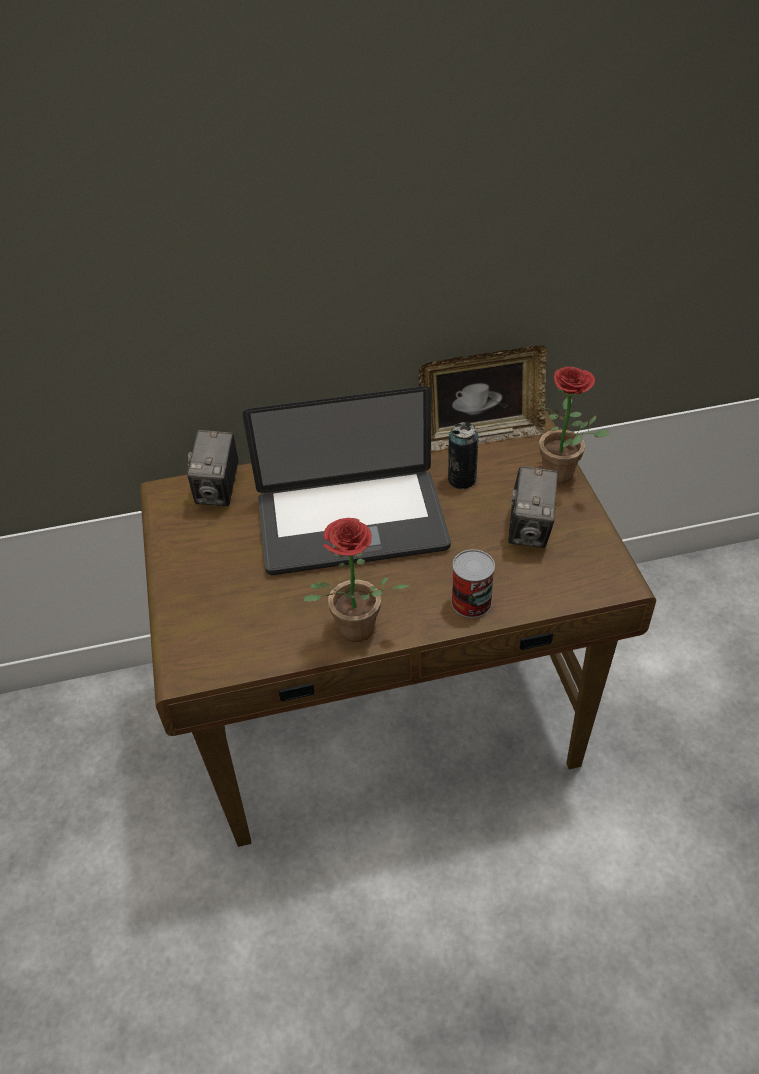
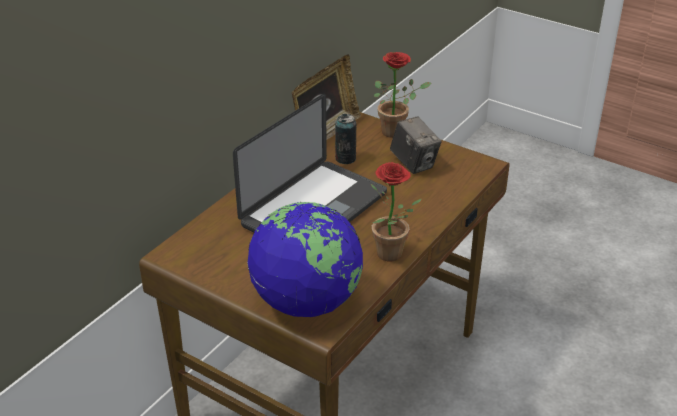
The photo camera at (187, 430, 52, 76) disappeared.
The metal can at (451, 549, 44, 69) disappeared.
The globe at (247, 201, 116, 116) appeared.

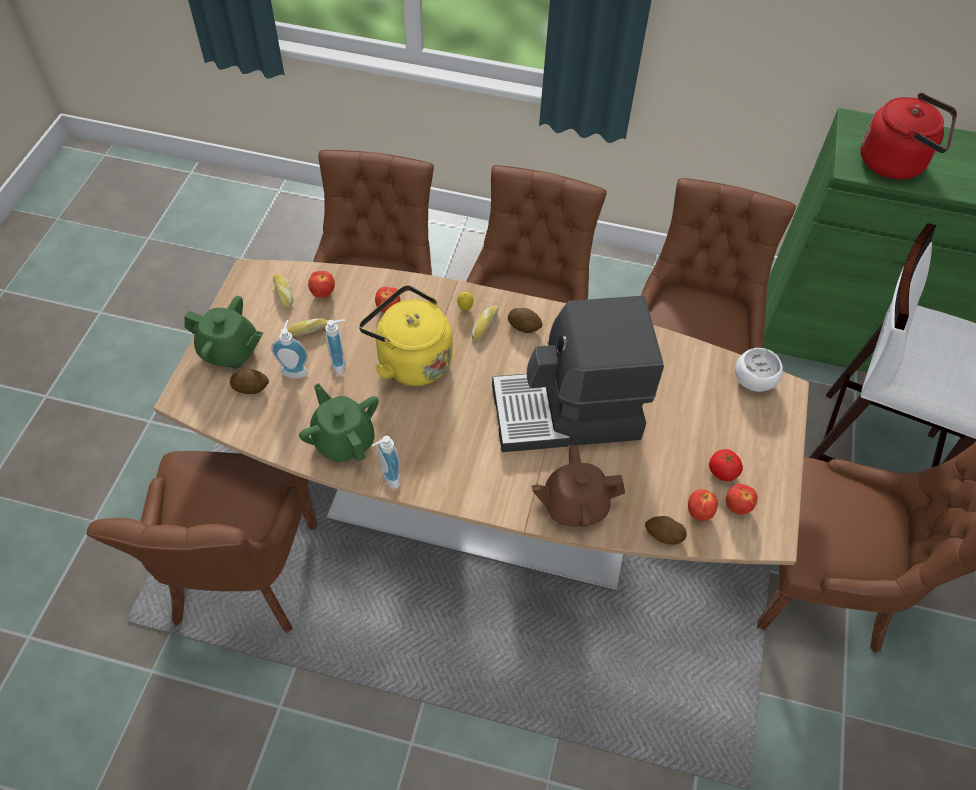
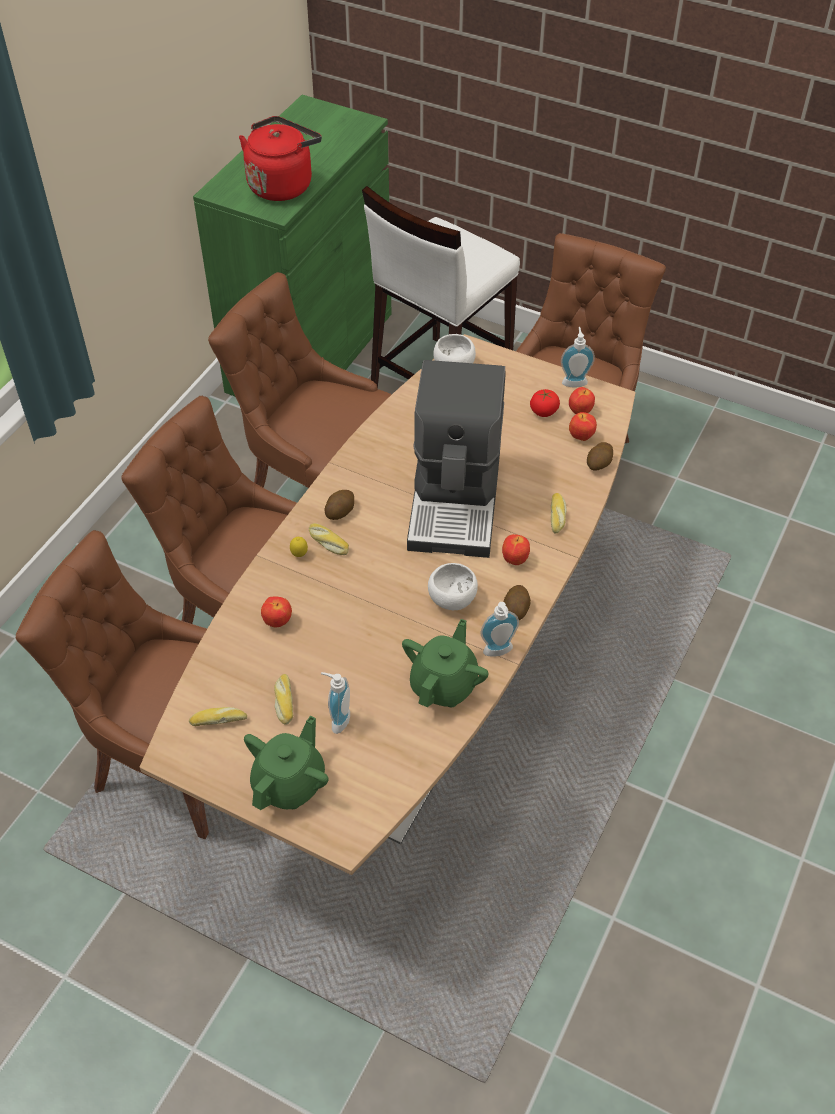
The brownish plain chair at (86, 451, 232, 182) disappeared.
The yellowish water kettle at (359, 285, 94, 101) disappeared.
The white-coloured serving bowl at (428, 563, 50, 47) appeared.
The potato moved from (230, 369, 39, 25) to (503, 585, 28, 35).
The whole apple moved from (308, 271, 27, 27) to (502, 534, 28, 31).
The liquid soap bottle moved from (325, 319, 21, 56) to (561, 327, 34, 61).
The brownish tea pot at (531, 445, 94, 82) was replaced by the baked bread at (551, 493, 16, 41).
The greenish tea pot at (299, 383, 79, 79) turned 135 degrees clockwise.

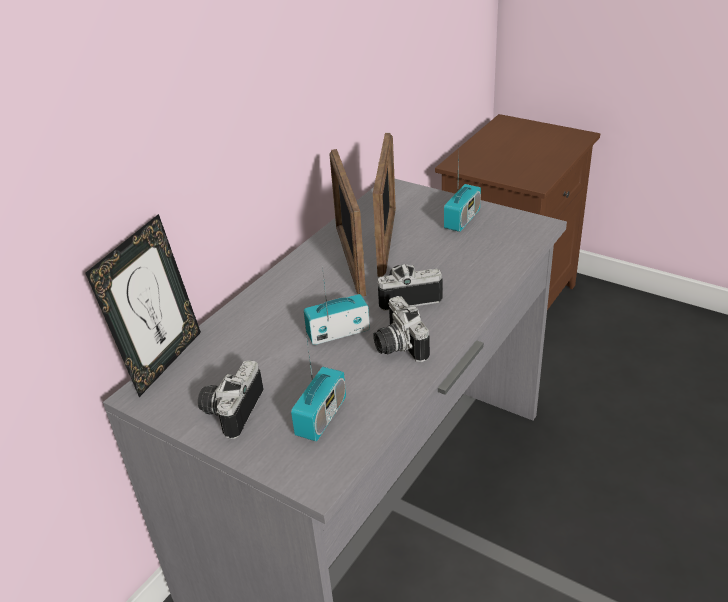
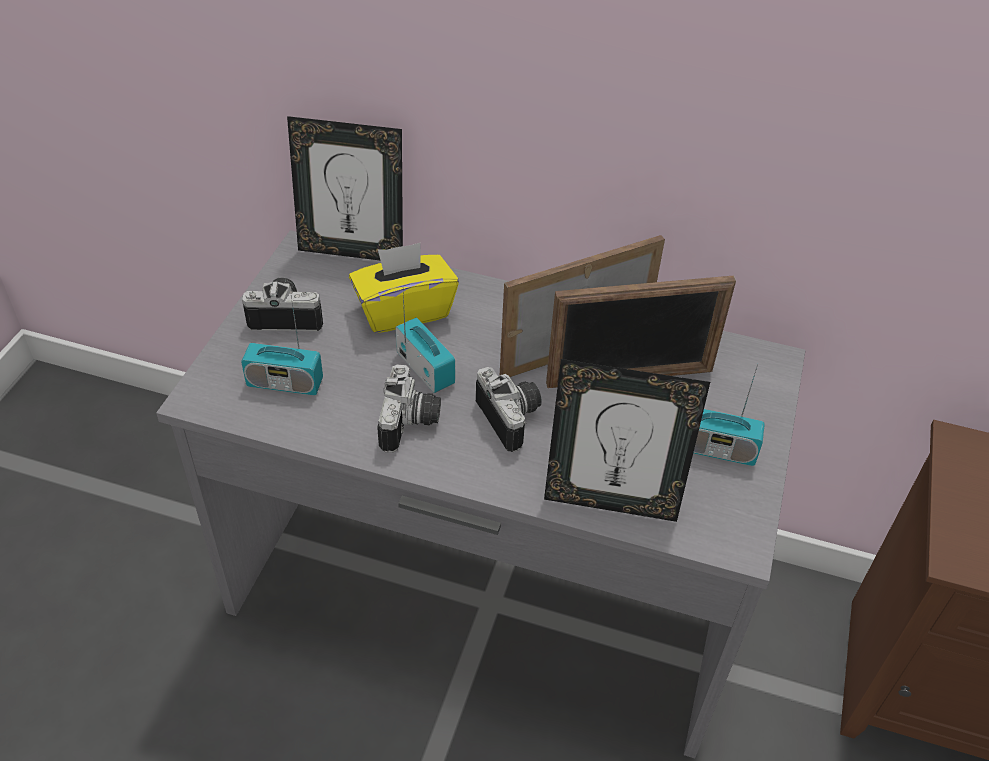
The yellowish tissue box at (349, 243, 110, 90) appeared.
The standing frame at (544, 359, 166, 163) appeared.
The photo camera at (373, 296, 57, 66) turned 135 degrees clockwise.

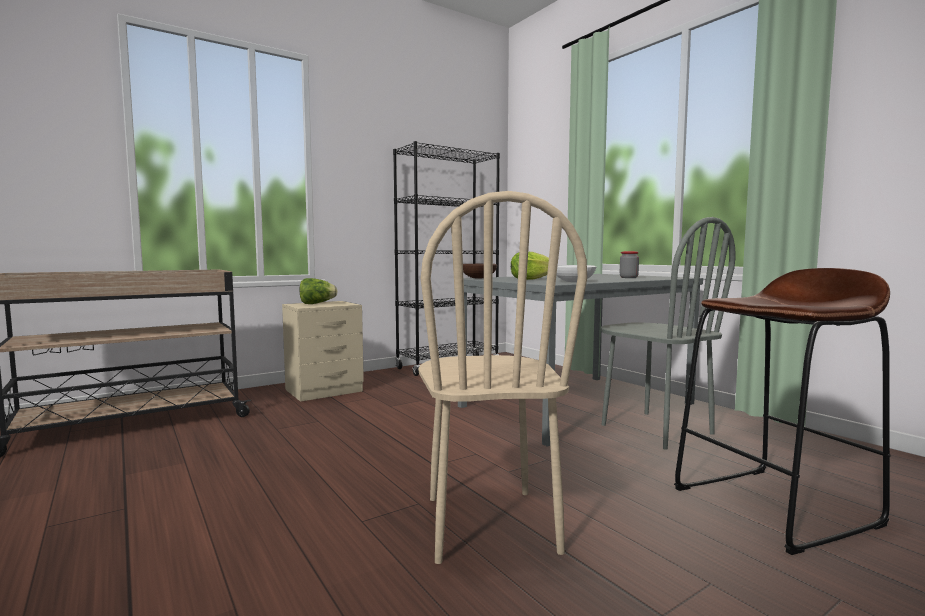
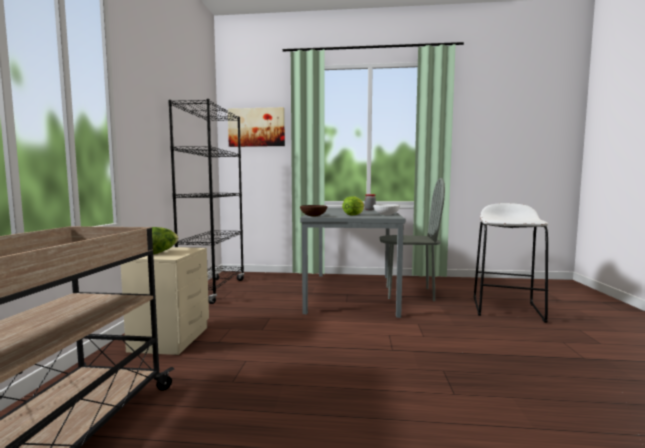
The sand-coloured plain chair at (418, 191, 169, 373) disappeared.
The wall art at (228, 107, 57, 40) appeared.
The brownish sitting stool at (674, 268, 217, 287) became the white-coloured sitting stool at (474, 203, 74, 120).

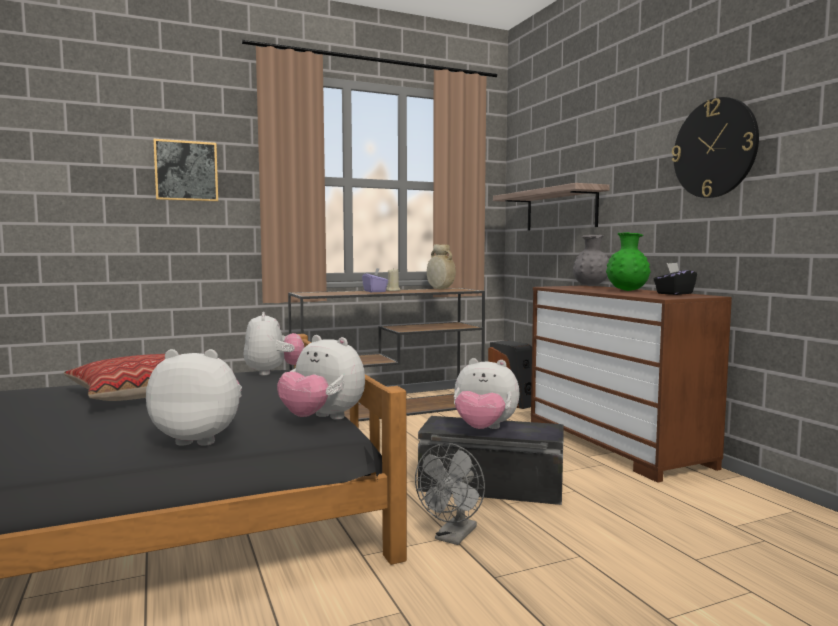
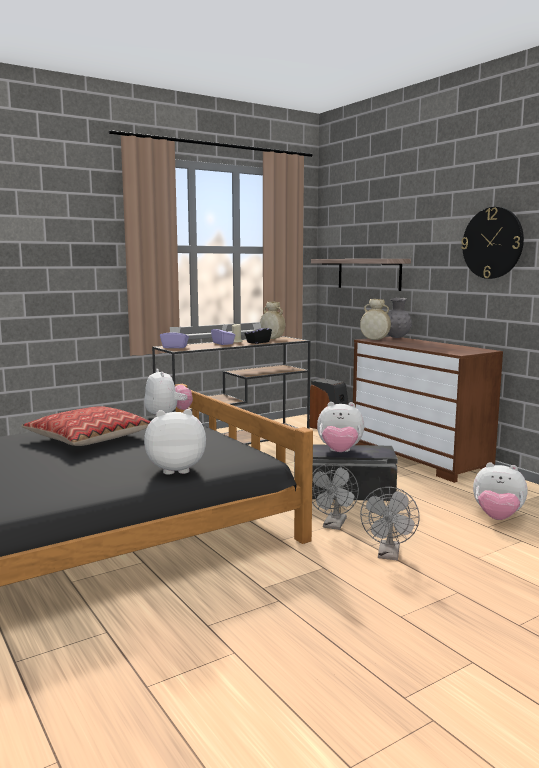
The wall art at (153, 139, 65, 63) disappeared.
The greenish vase at (606, 232, 45, 59) disappeared.
The purple tissue box at (160, 327, 29, 21) appeared.
The sand-coloured vase at (360, 299, 31, 41) appeared.
The grey fan at (360, 487, 60, 73) appeared.
The soft toy moved from (277, 335, 88, 85) to (473, 462, 55, 58).
The black-coloured tissue box moved from (654, 263, 43, 32) to (245, 323, 27, 21).

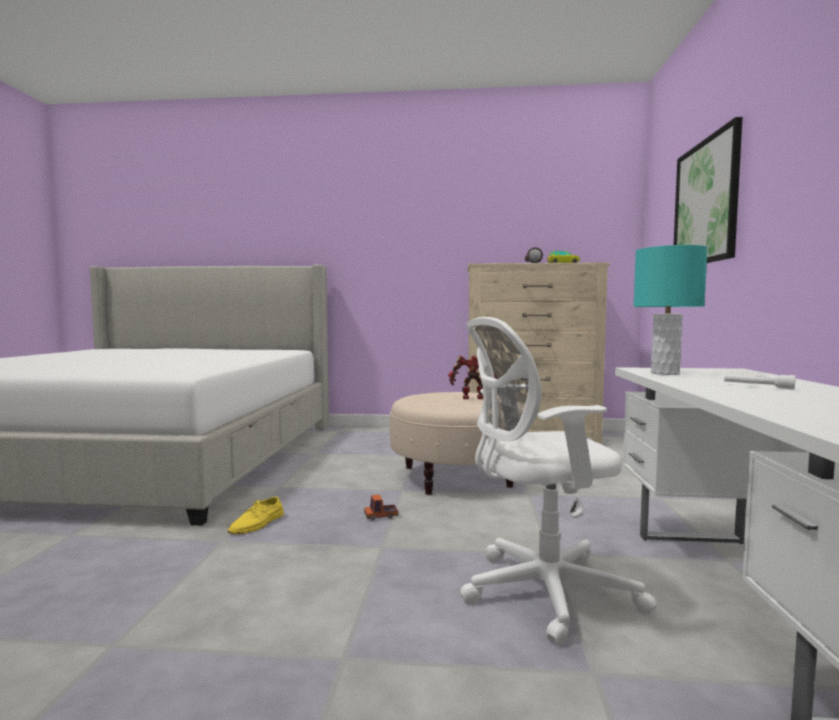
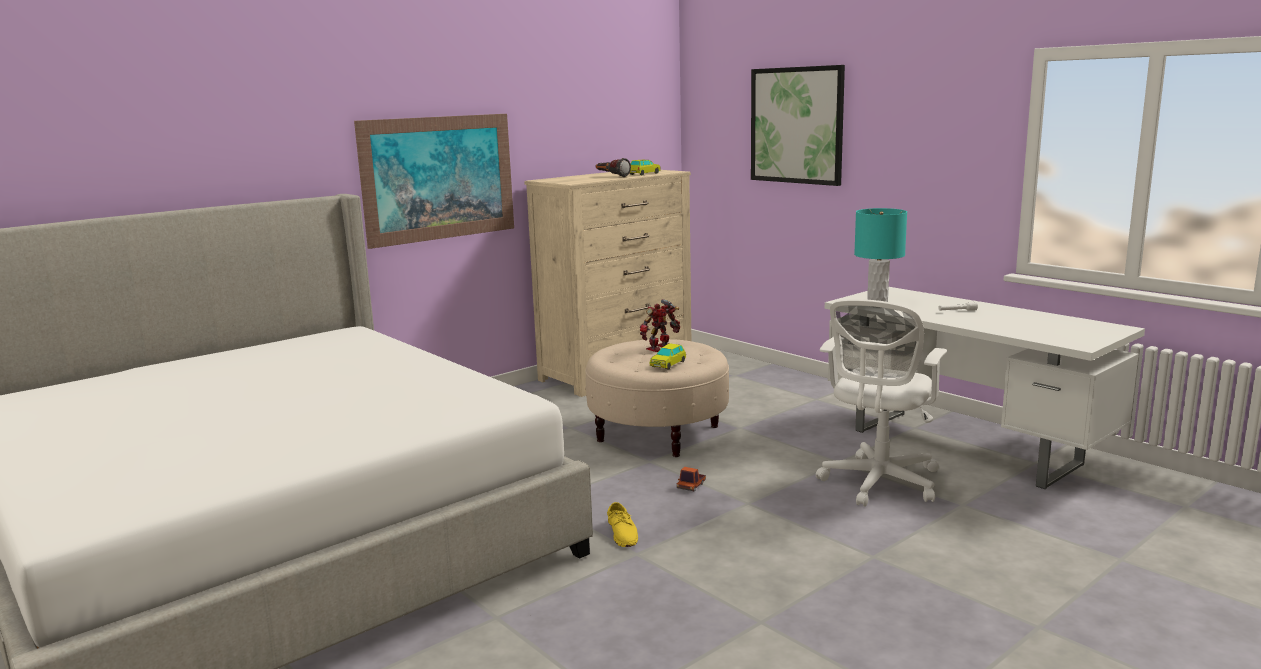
The wall art at (354, 114, 160, 135) appeared.
The model car at (650, 343, 36, 27) appeared.

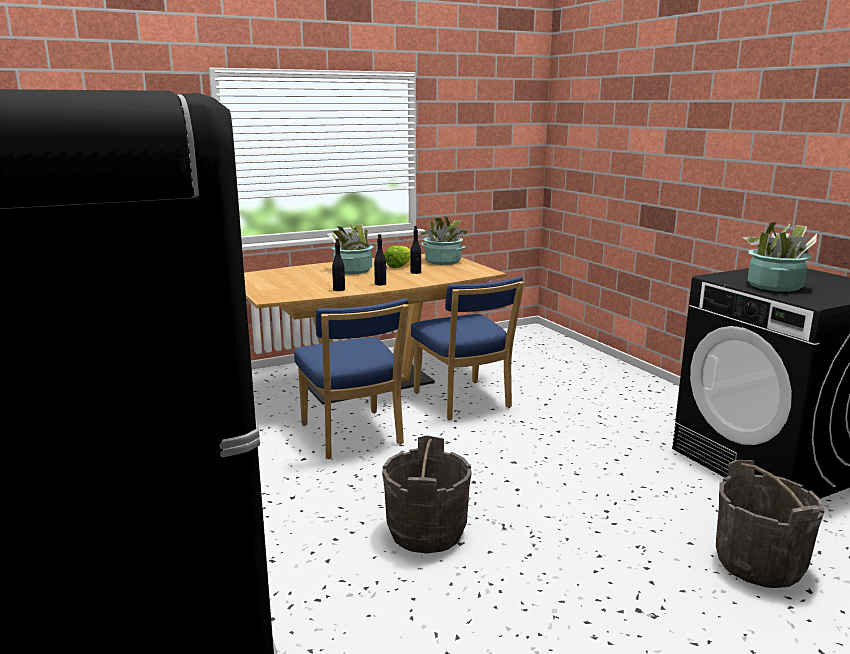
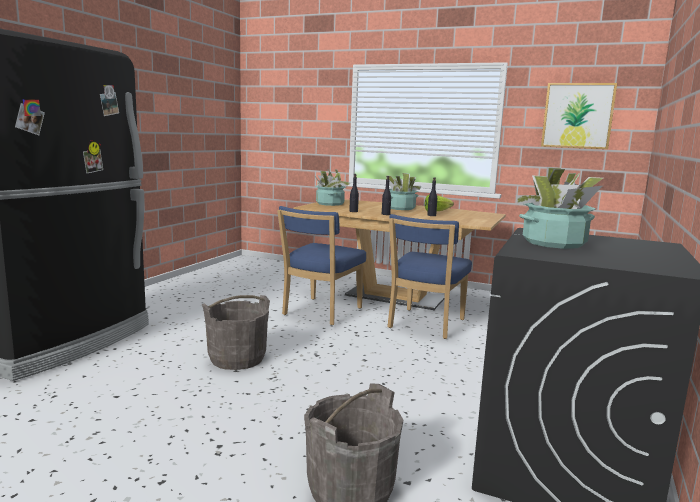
The wall art at (541, 83, 76, 66) appeared.
The potted plant moved from (419, 216, 51, 49) to (315, 169, 37, 37).

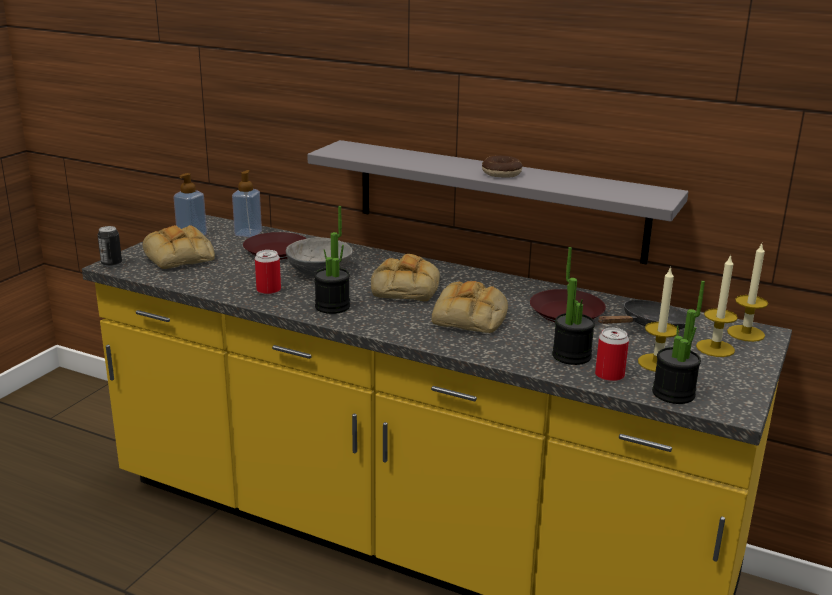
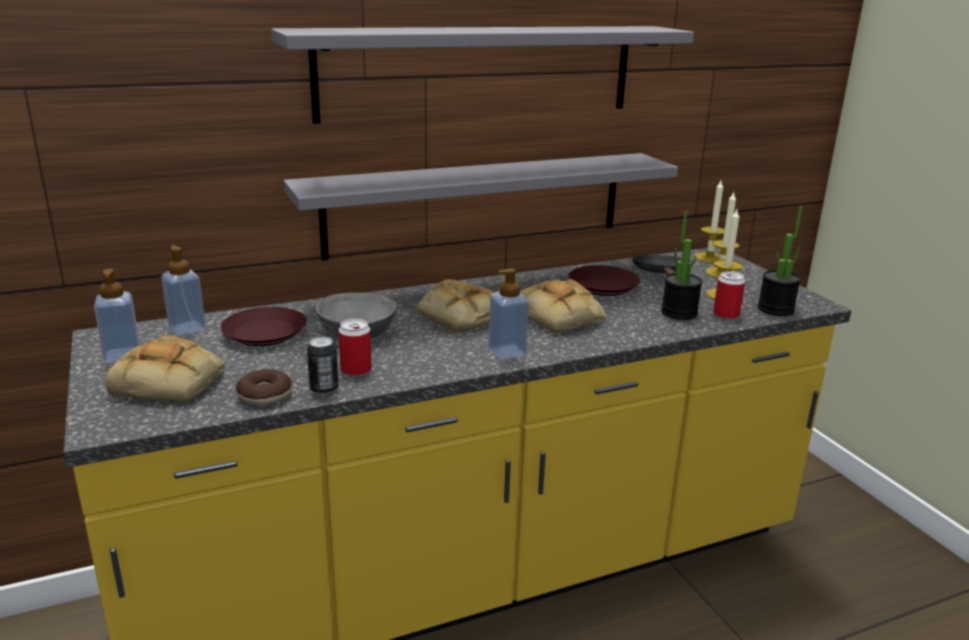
The potted plant at (314, 206, 36, 108) disappeared.
The grey shelf at (271, 26, 423, 98) appeared.
The liquid soap bottle at (489, 268, 40, 92) appeared.
The metal can moved from (97, 226, 25, 41) to (307, 337, 31, 58).
The ring doughnut moved from (482, 156, 40, 22) to (236, 369, 56, 37).

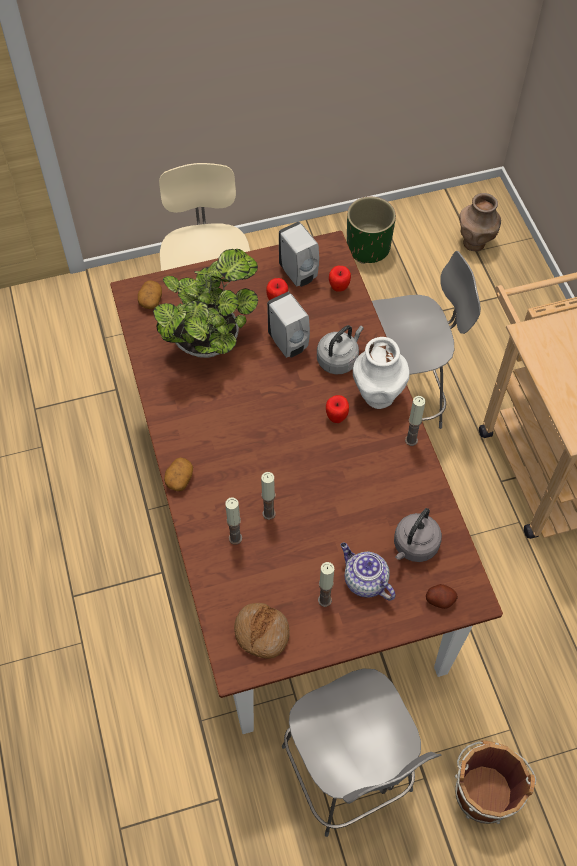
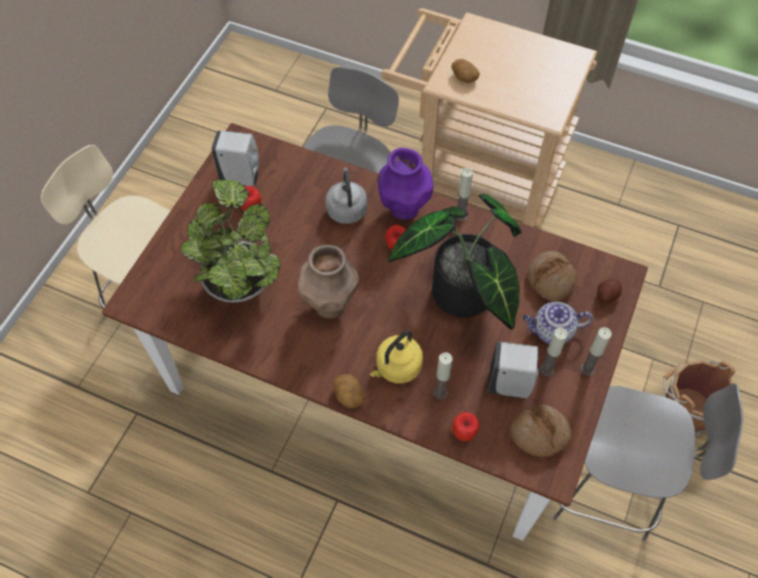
The greenish flower pot at (347, 197, 49, 67) disappeared.
The yellowish water kettle at (370, 330, 53, 53) appeared.
The potted plant at (388, 194, 133, 136) appeared.
The potato moved from (138, 280, 24, 29) to (452, 59, 28, 24).
The candle moved from (261, 472, 15, 48) to (581, 327, 31, 49).
The white-coloured liquid soap bottle moved from (267, 291, 43, 67) to (488, 342, 51, 56).
The whole apple moved from (329, 266, 22, 26) to (452, 412, 27, 29).
The brownish vase moved from (459, 193, 42, 58) to (298, 245, 61, 74).
The grey water kettle at (394, 508, 48, 54) was replaced by the baked bread at (527, 251, 49, 50).
The white-coloured vase at (353, 337, 57, 72) became the purple vase at (378, 148, 55, 72).

